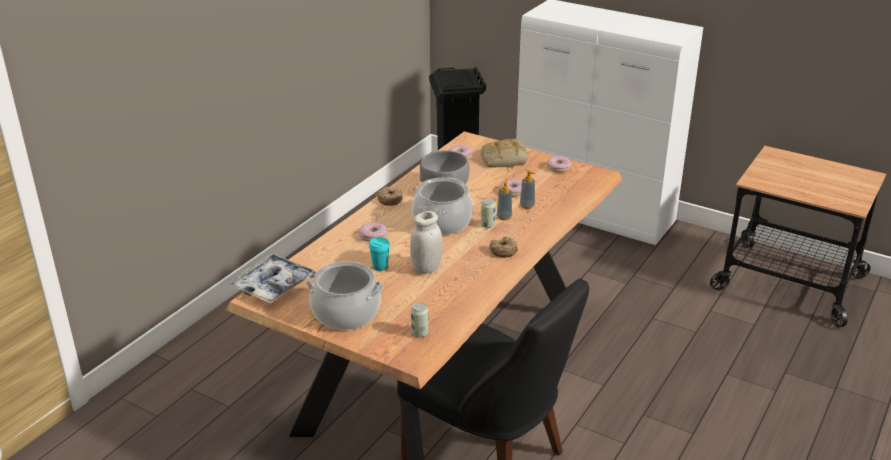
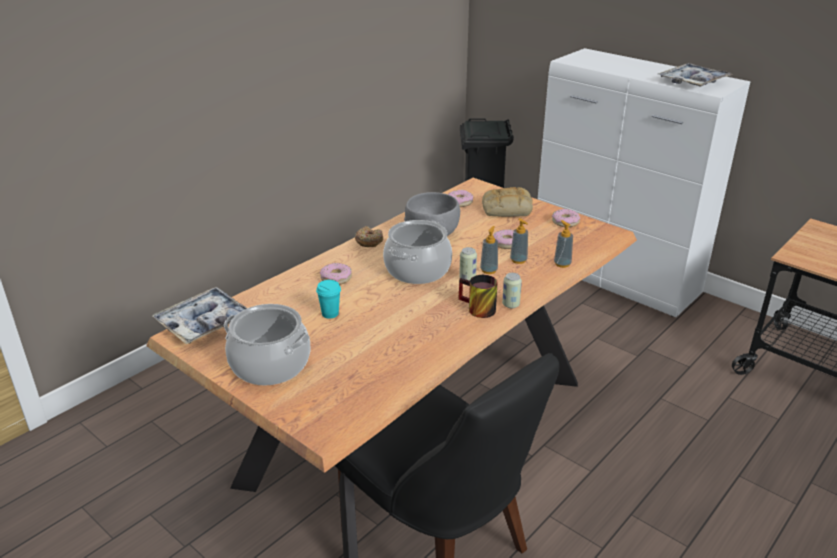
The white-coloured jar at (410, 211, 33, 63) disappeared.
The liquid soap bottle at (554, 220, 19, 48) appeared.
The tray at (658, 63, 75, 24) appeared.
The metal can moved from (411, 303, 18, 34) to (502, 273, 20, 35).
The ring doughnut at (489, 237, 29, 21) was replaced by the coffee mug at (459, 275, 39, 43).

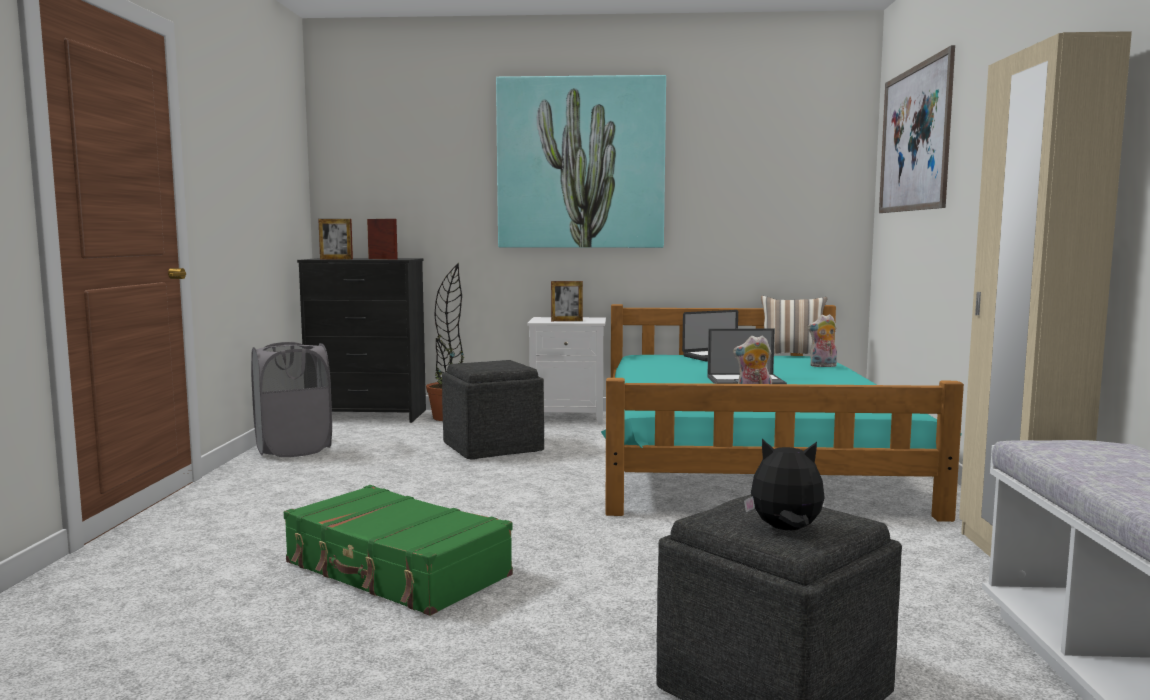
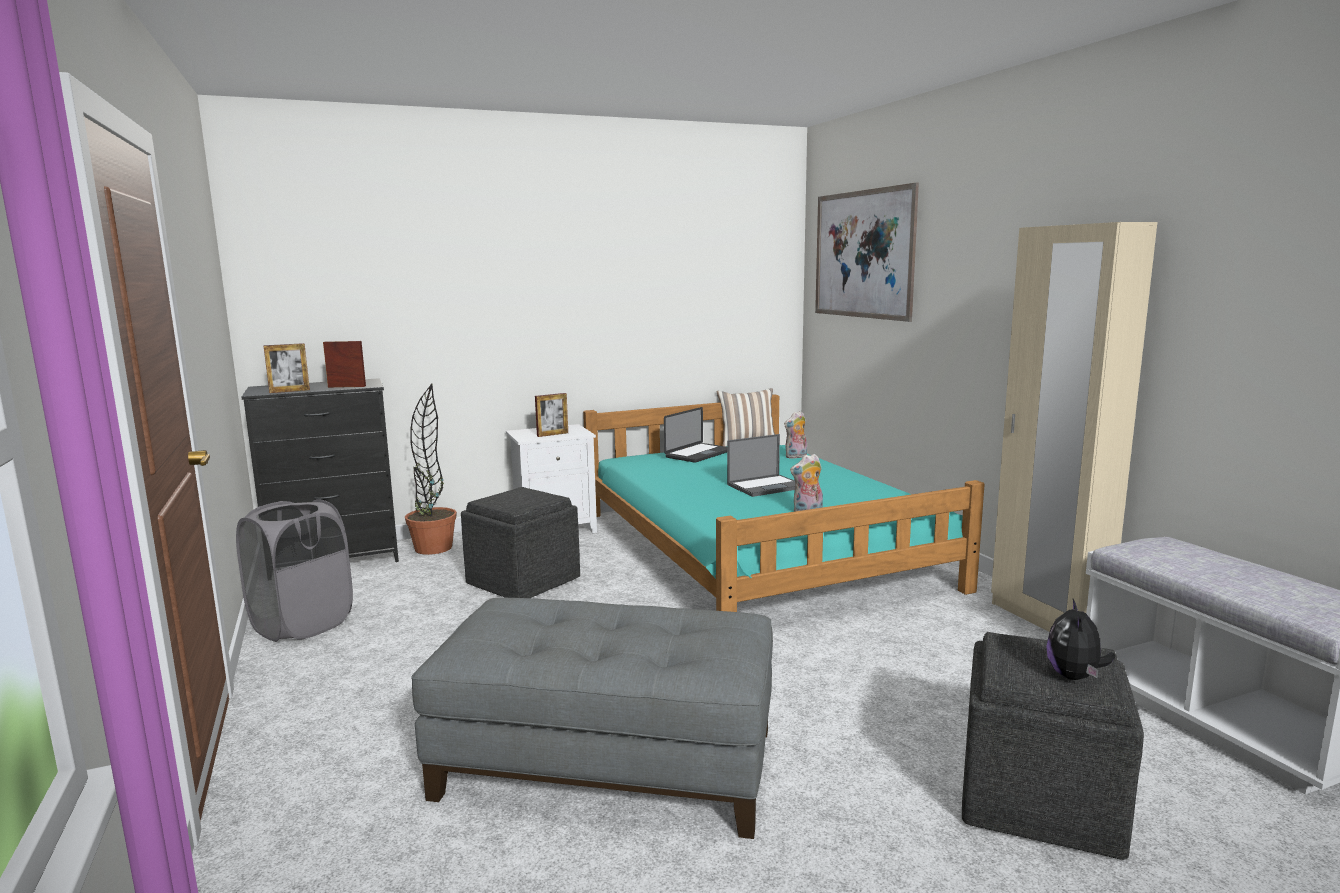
The wall art at (496, 75, 170, 173) disappeared.
The greenish suitcase at (284, 485, 229, 131) was replaced by the grey ottoman at (411, 598, 362, 241).
The soft toy at (744, 439, 81, 91) turned 60 degrees counterclockwise.

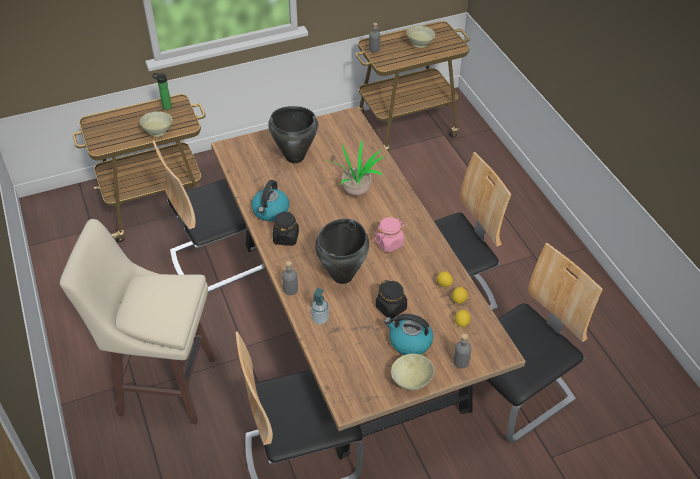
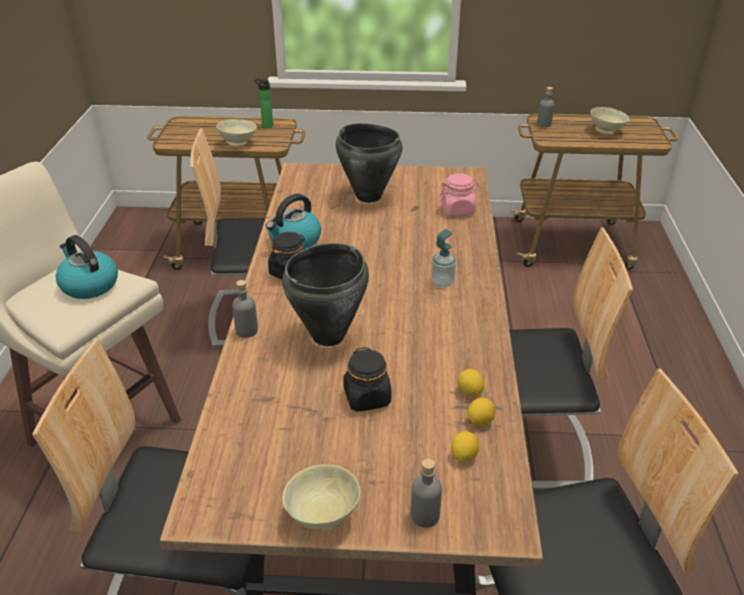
The potted plant at (325, 140, 60, 56) disappeared.
The liquid soap bottle moved from (311, 288, 18, 37) to (431, 229, 25, 59).
The pinkish jar moved from (375, 217, 30, 36) to (439, 173, 41, 43).
The water kettle moved from (384, 314, 49, 41) to (56, 235, 62, 64).

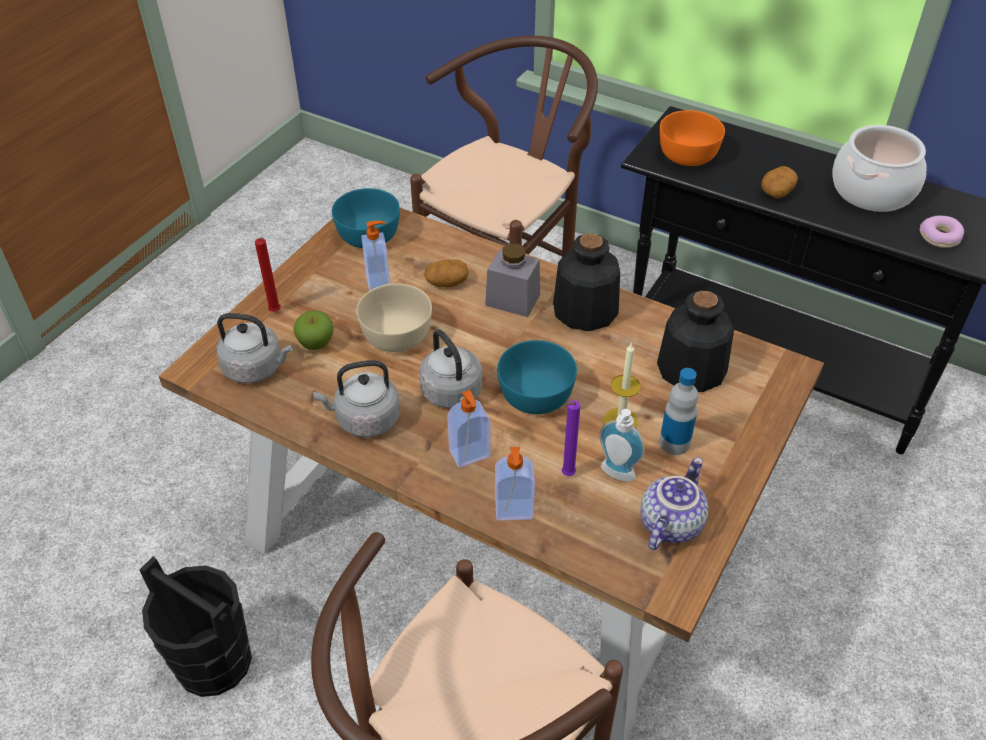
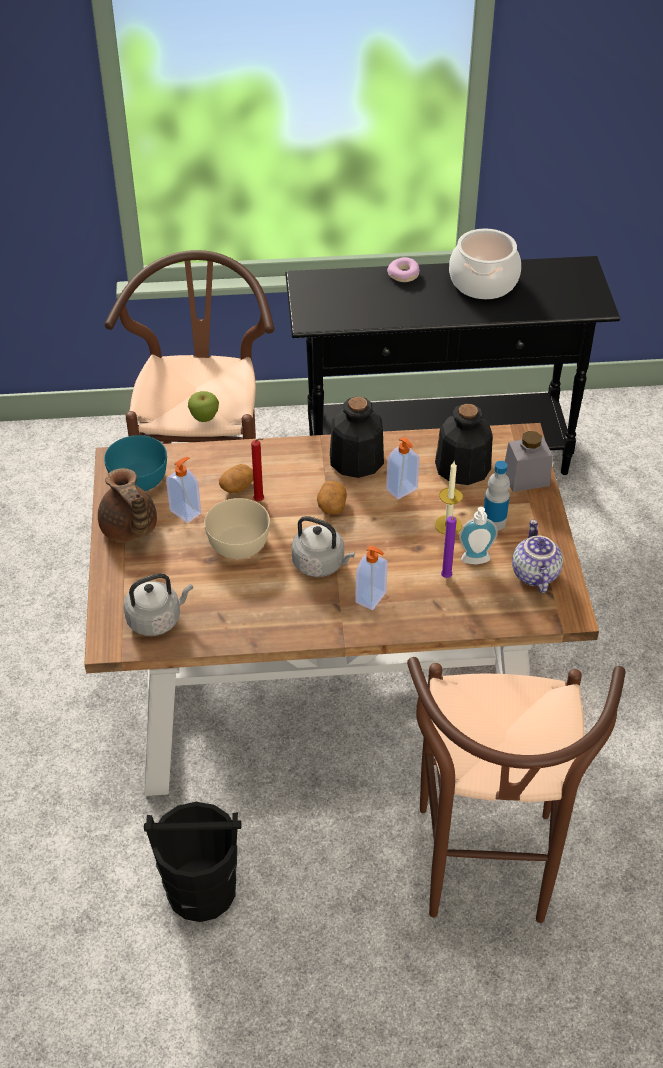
The grey water kettle at (313, 360, 87, 77) disappeared.
The turquoise-coloured serving bowl at (497, 340, 80, 74) disappeared.
The orange serving bowl at (660, 110, 65, 56) disappeared.
The brownish tea pot at (98, 468, 59, 74) appeared.
The reddish candle moved from (255, 237, 26, 75) to (251, 438, 13, 63).
The whole apple moved from (293, 311, 40, 39) to (188, 391, 31, 31).
The grey jar moved from (485, 244, 55, 73) to (505, 431, 48, 61).
The liquid soap bottle moved from (495, 447, 40, 74) to (386, 437, 34, 63).
The potato moved from (761, 166, 37, 32) to (317, 481, 30, 33).
The ring doughnut moved from (920, 216, 44, 32) to (387, 257, 33, 25).

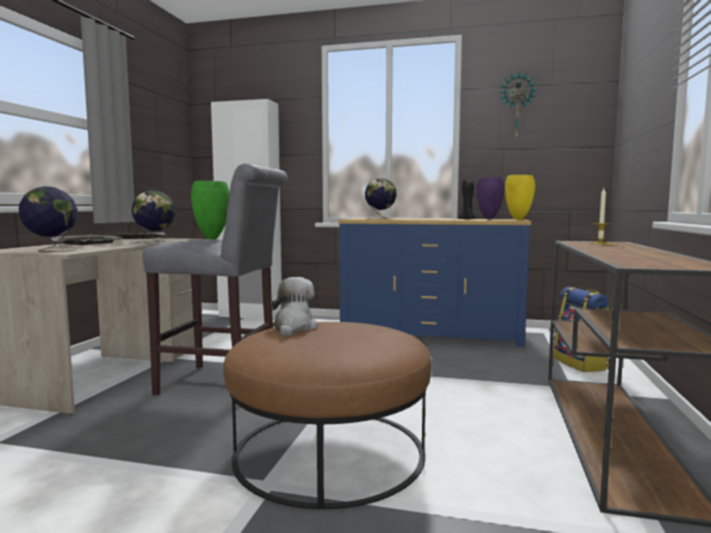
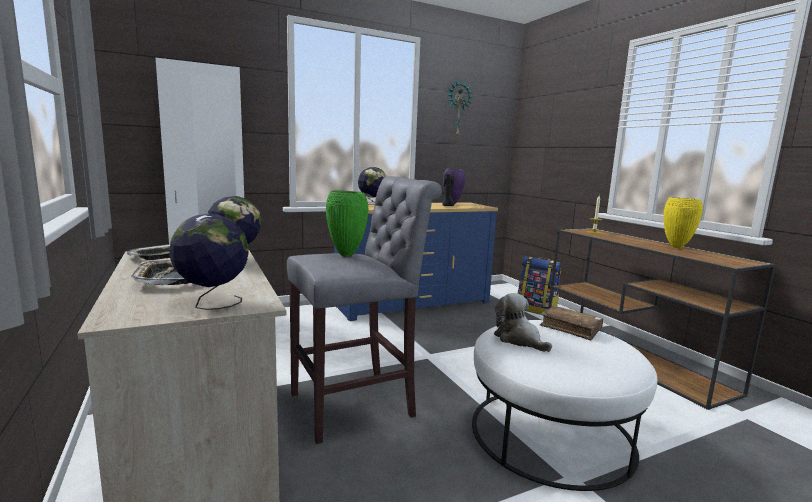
The brownish volume at (540, 306, 63, 35) appeared.
The yellowish vase moved from (505, 175, 30, 45) to (663, 197, 40, 51).
The brownish ottoman at (223, 322, 209, 187) became the white-coloured ottoman at (472, 320, 185, 171).

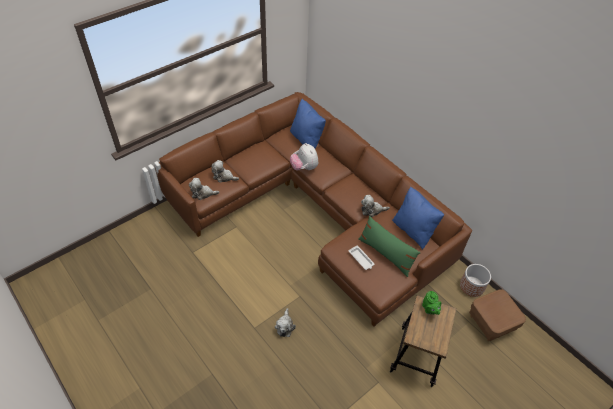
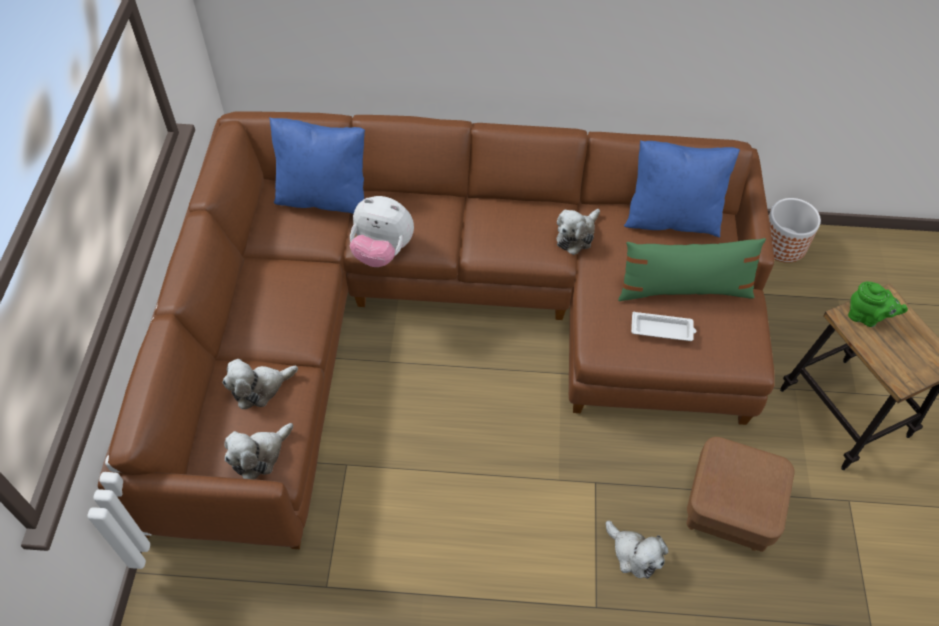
The brownish ottoman moved from (469, 289, 57, 52) to (686, 437, 109, 115).

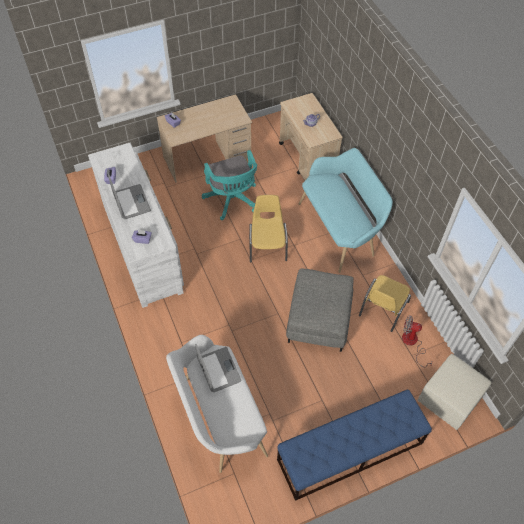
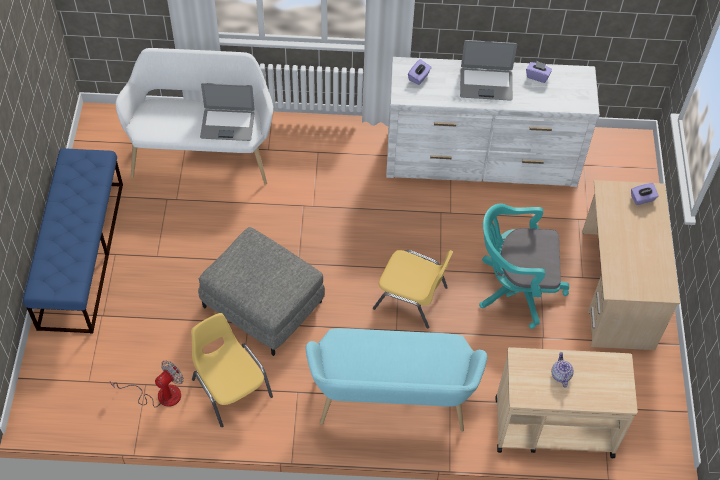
The sand-coloured ottoman at (418, 354, 73, 76) disappeared.

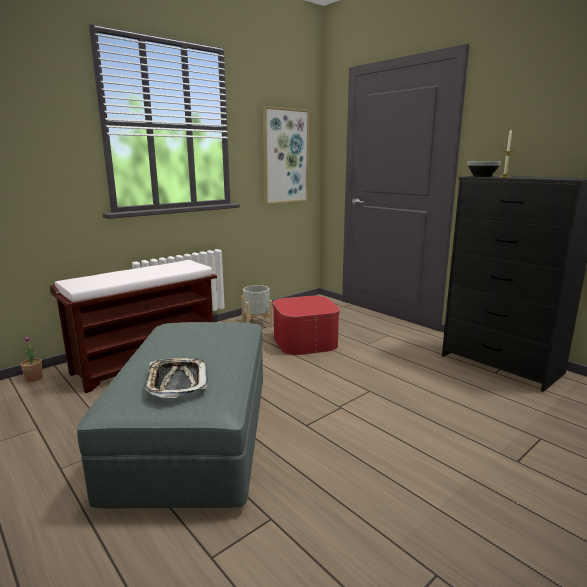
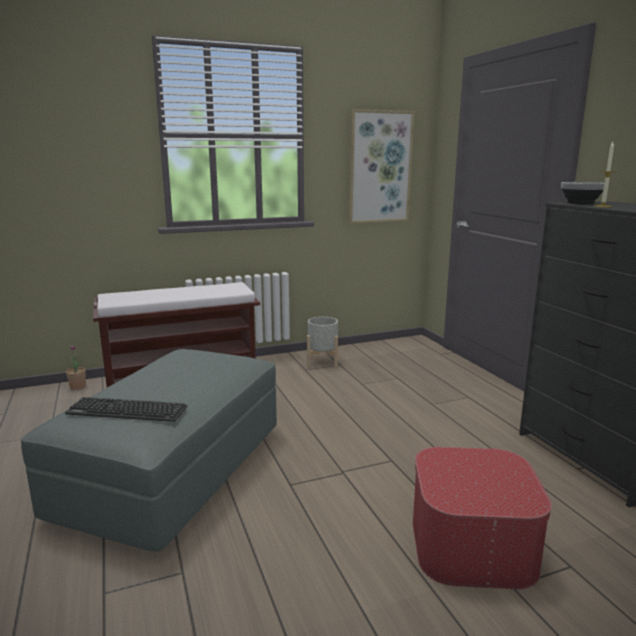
The ottoman moved from (273, 296, 67, 59) to (413, 447, 139, 142).
The tray at (145, 358, 63, 40) was replaced by the computer keyboard at (65, 397, 122, 25).

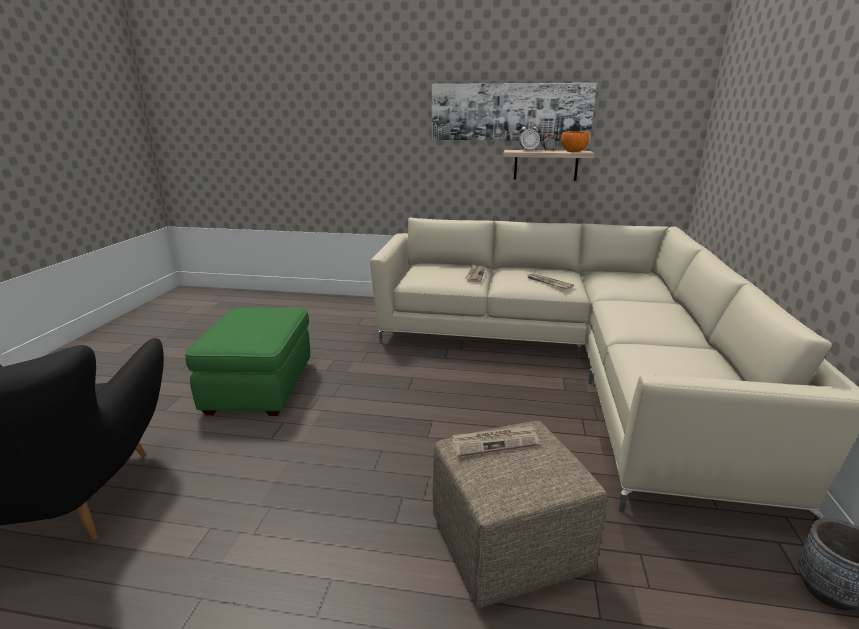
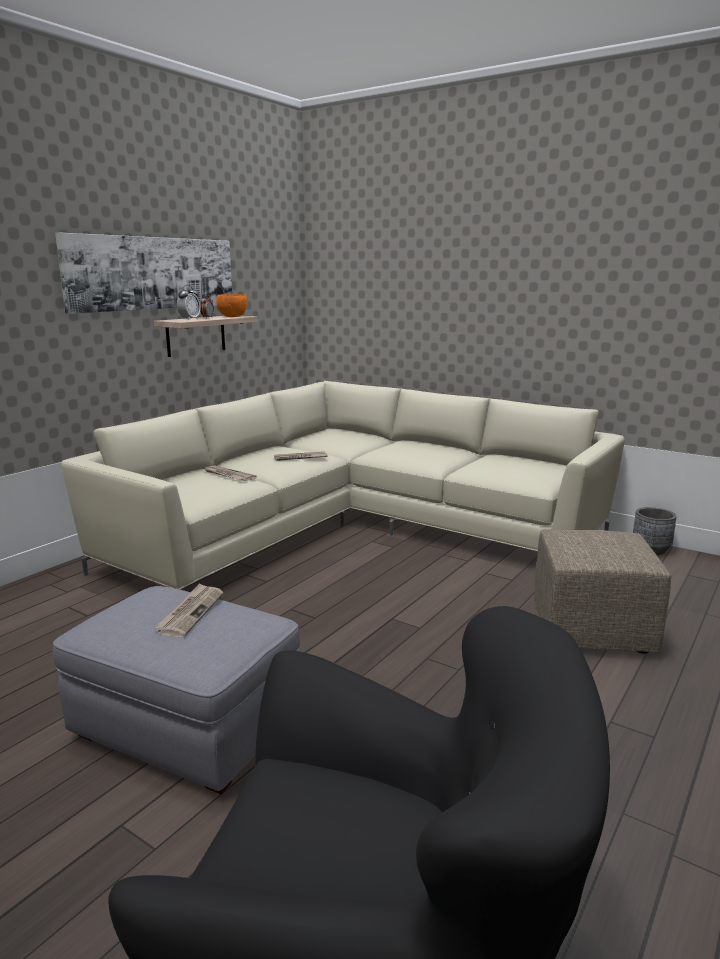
The newspaper moved from (451, 424, 88, 33) to (154, 583, 69, 54).
The greenish ottoman at (185, 307, 125, 109) became the grey ottoman at (53, 586, 247, 208).

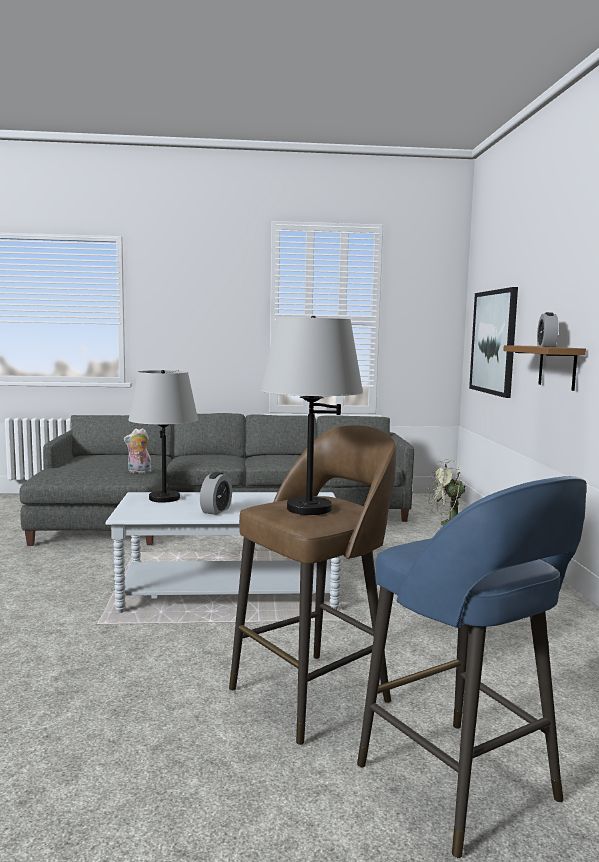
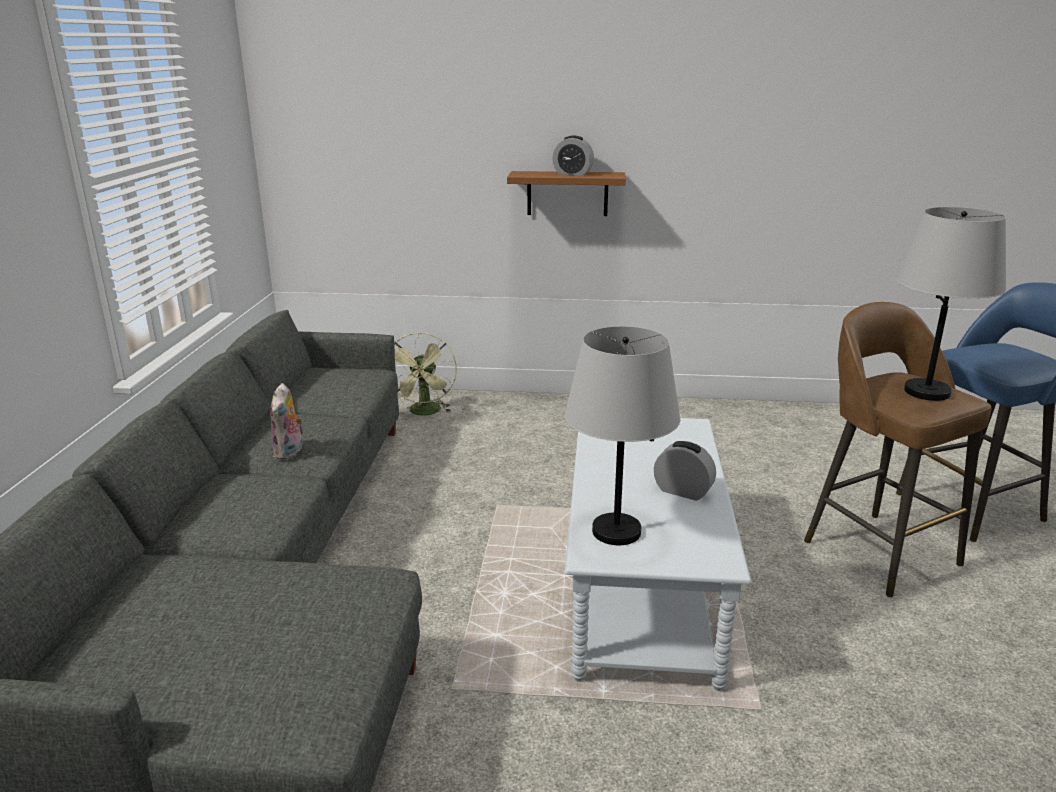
The wall art at (469, 287, 49, 111) disappeared.
The soft toy moved from (124, 428, 28, 45) to (270, 383, 33, 77).

